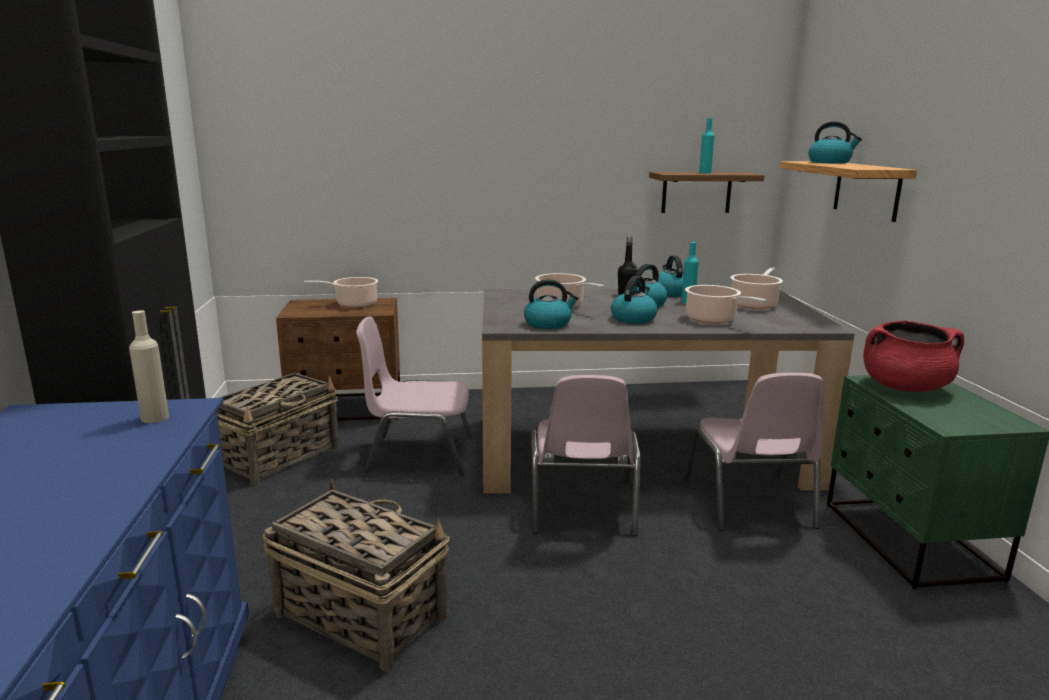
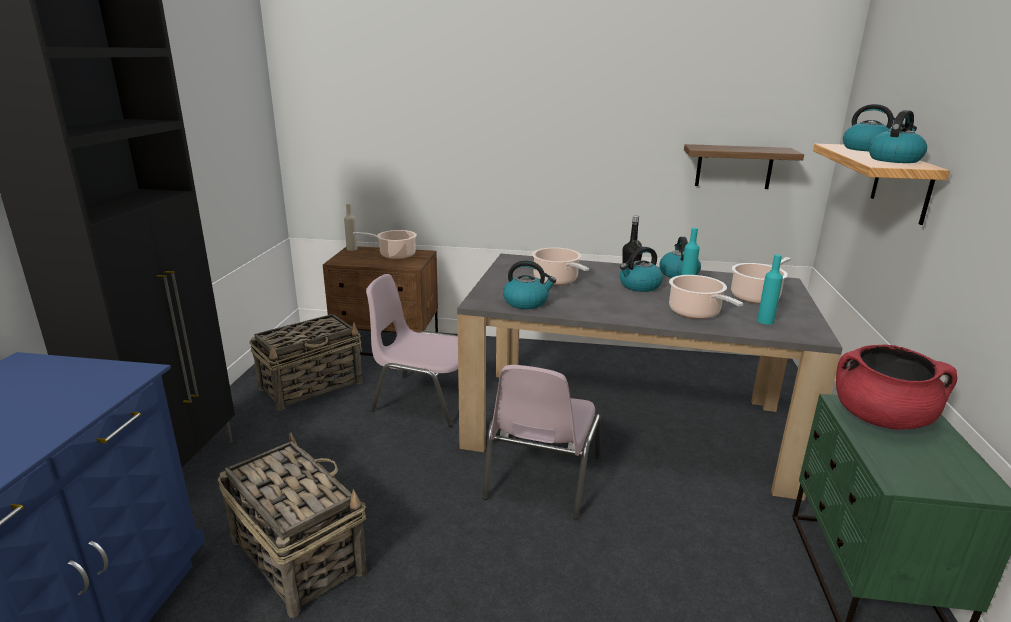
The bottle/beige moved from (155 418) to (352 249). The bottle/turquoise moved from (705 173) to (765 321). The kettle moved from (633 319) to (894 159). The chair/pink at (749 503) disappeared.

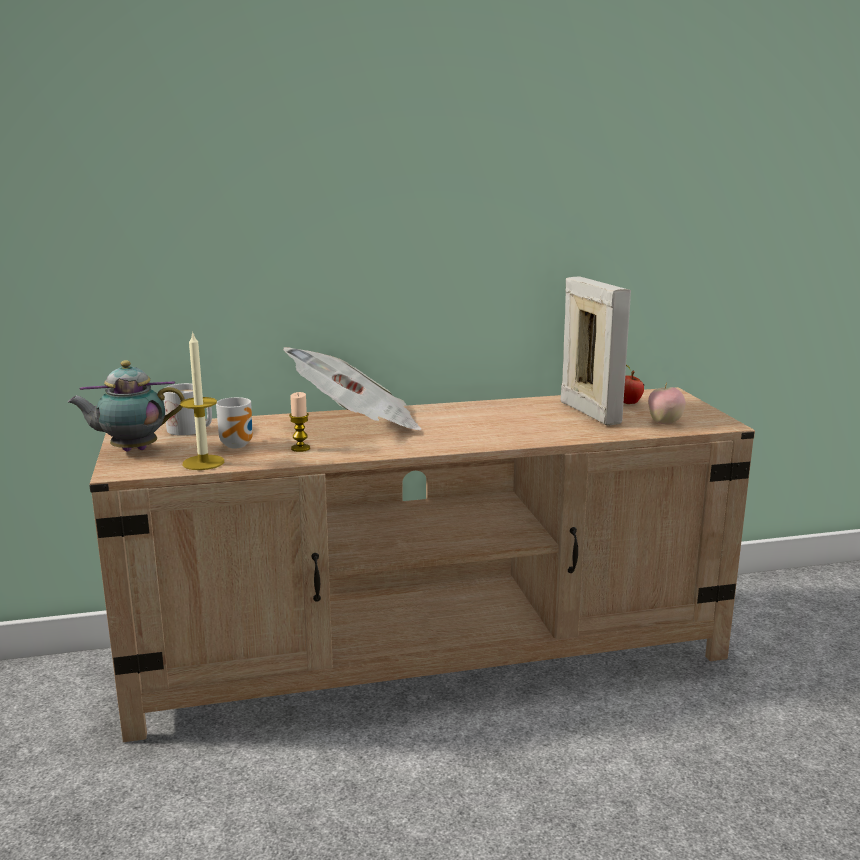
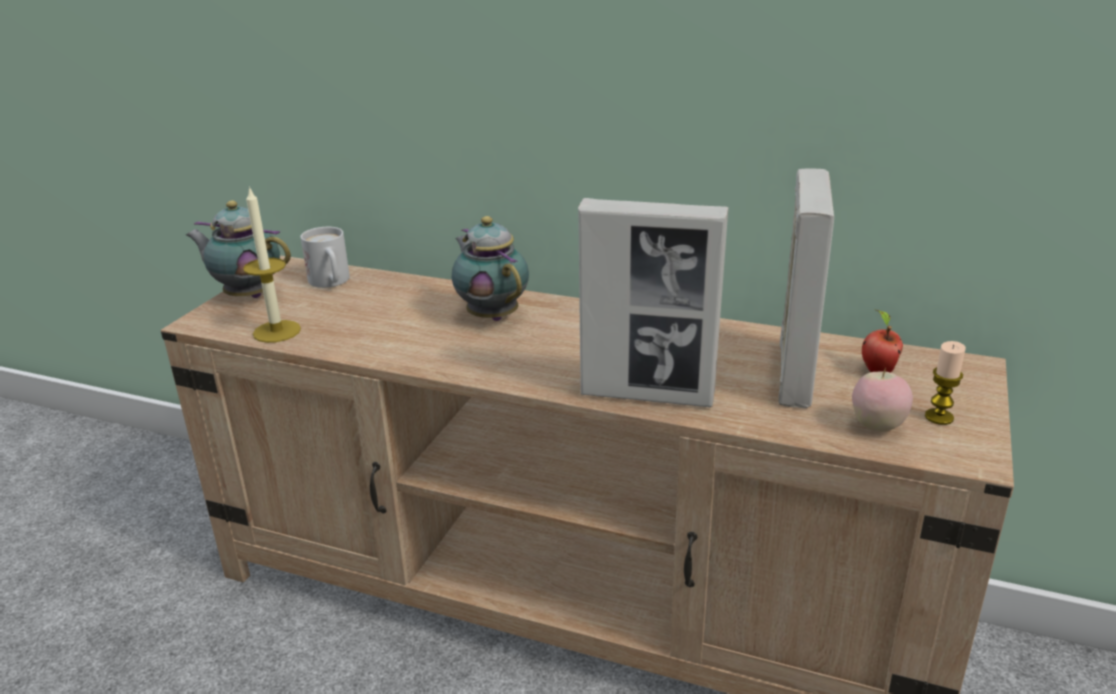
The newspaper at (357 424) was replaced by the teapot at (491 315). The picture frame at (648 395) appeared. The candle moved from (300 448) to (939 417). The mug at (239 444) disappeared.

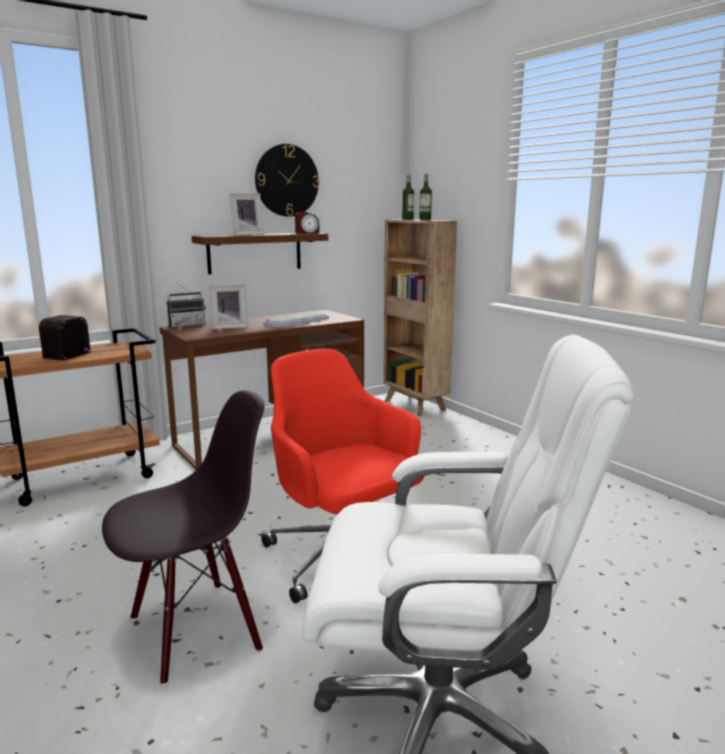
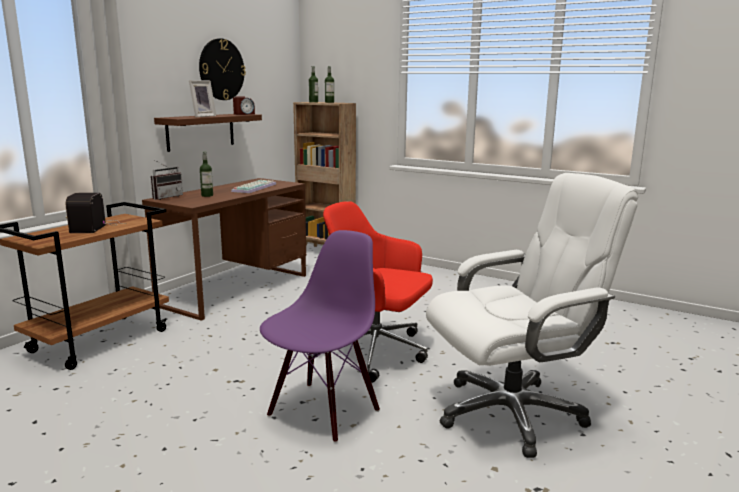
The picture frame at (229 327) was replaced by the bottle at (207 195). The chair/black at (195 631) became the chair/purple at (323 411).

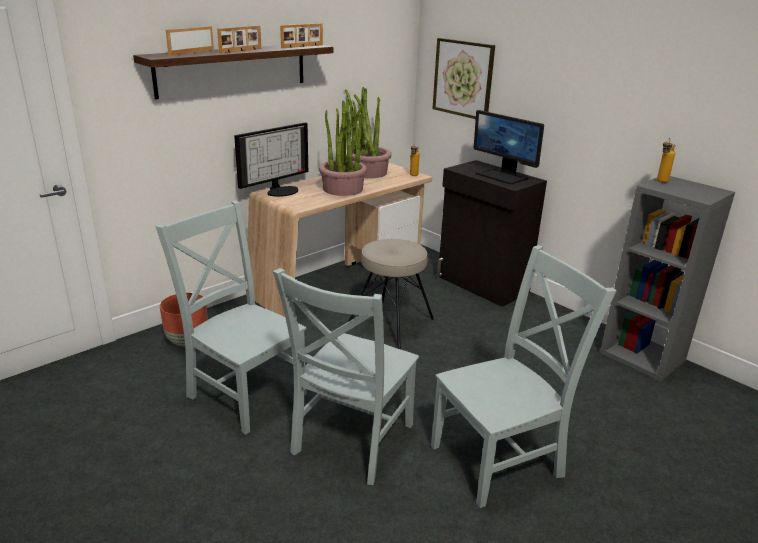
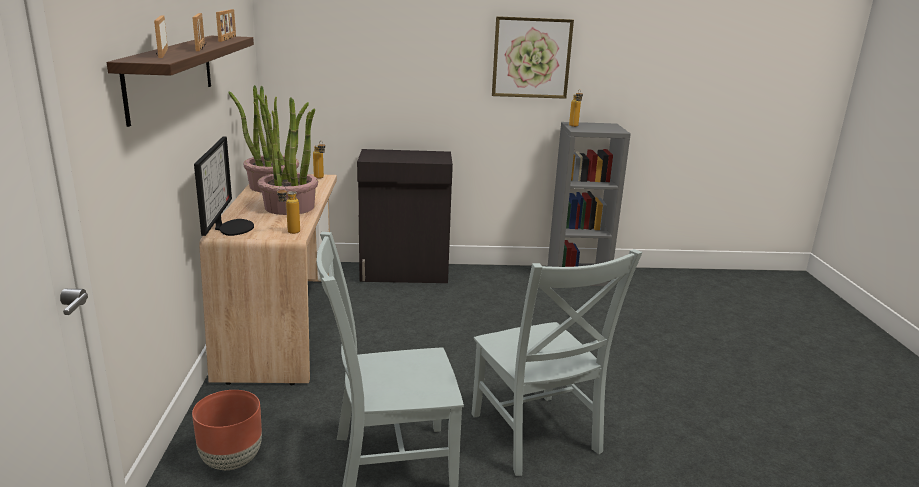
The bottle at (289 233) appeared. The picture moved from (463 78) to (531 58). The stool/beige at (391 324) disappeared. The chair/grey at (501 459) disappeared. The monitor at (502 176) disappeared.

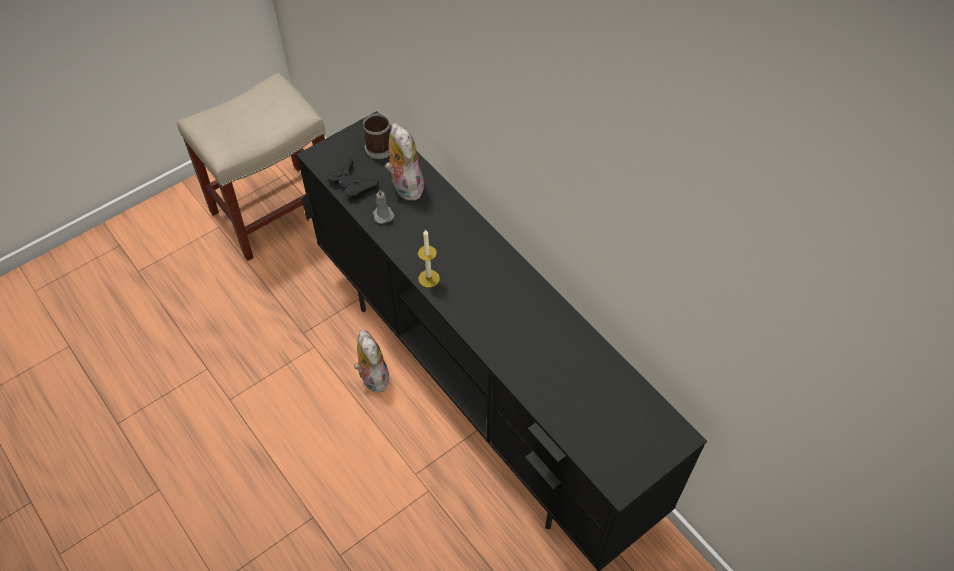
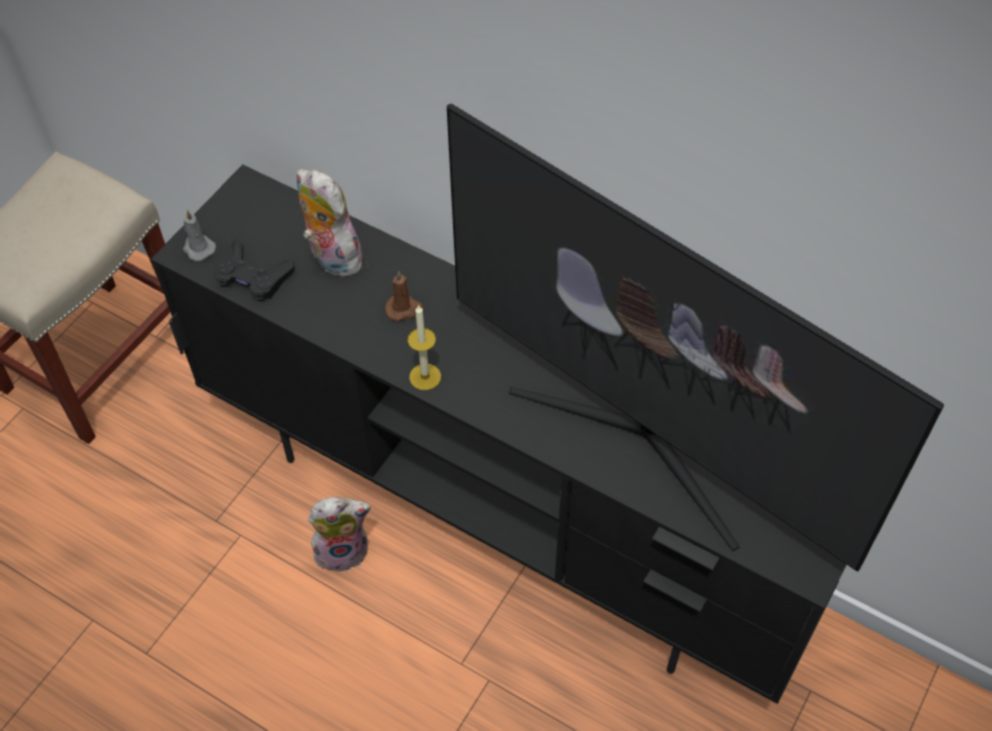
The candle/grey moved from (382 214) to (198 248). The plush toy at (372 377) turned 120 degrees clockwise. The candle/brown at (404 309) appeared. The television at (644 436) appeared. The mug at (383 148) disappeared.

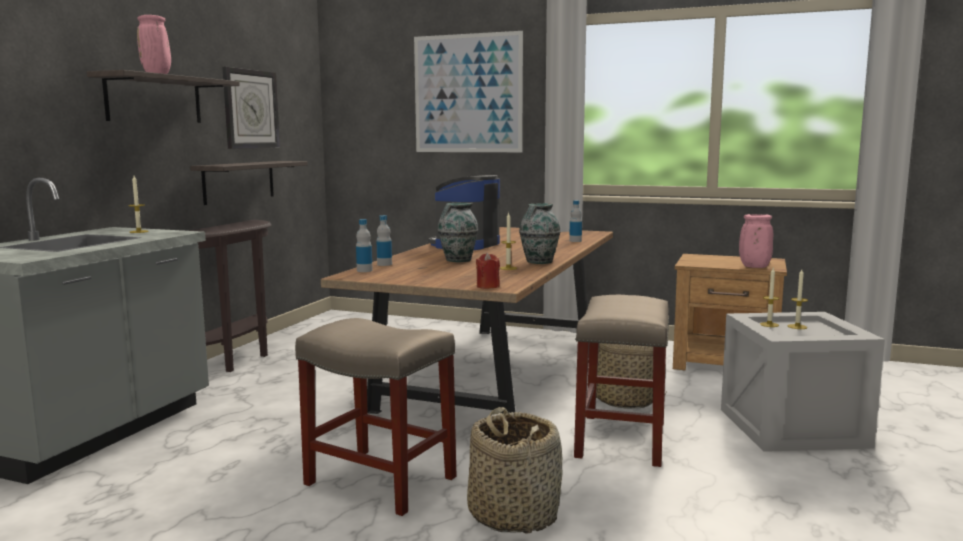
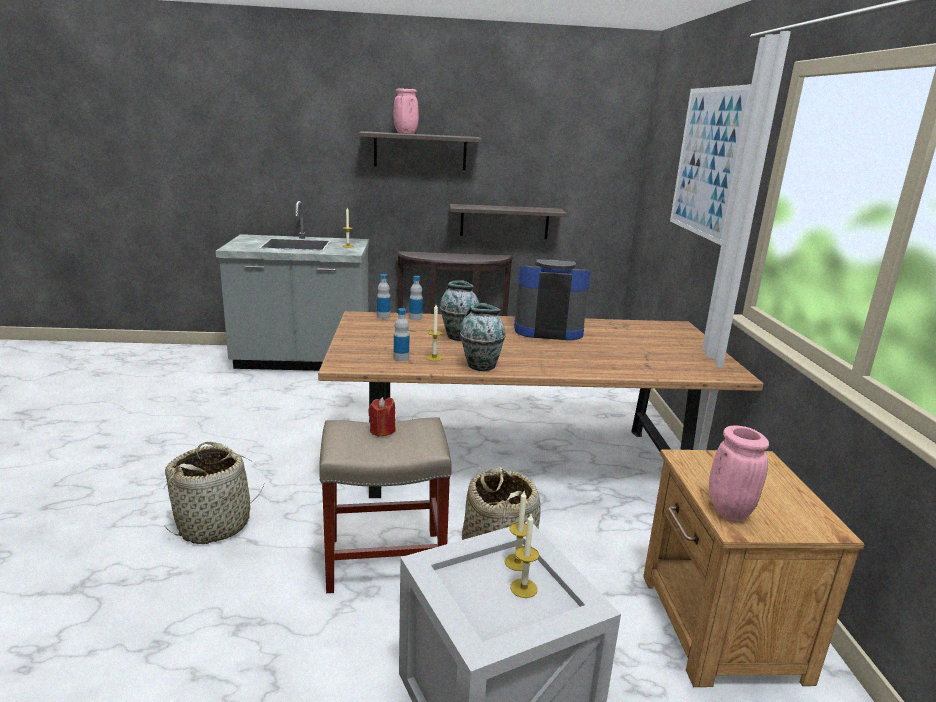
The candle/red moved from (488 286) to (382 431). The bottle moved from (575 241) to (401 358). The wall clock at (250 109) disappeared. The stool/beige at (378 480) disappeared.

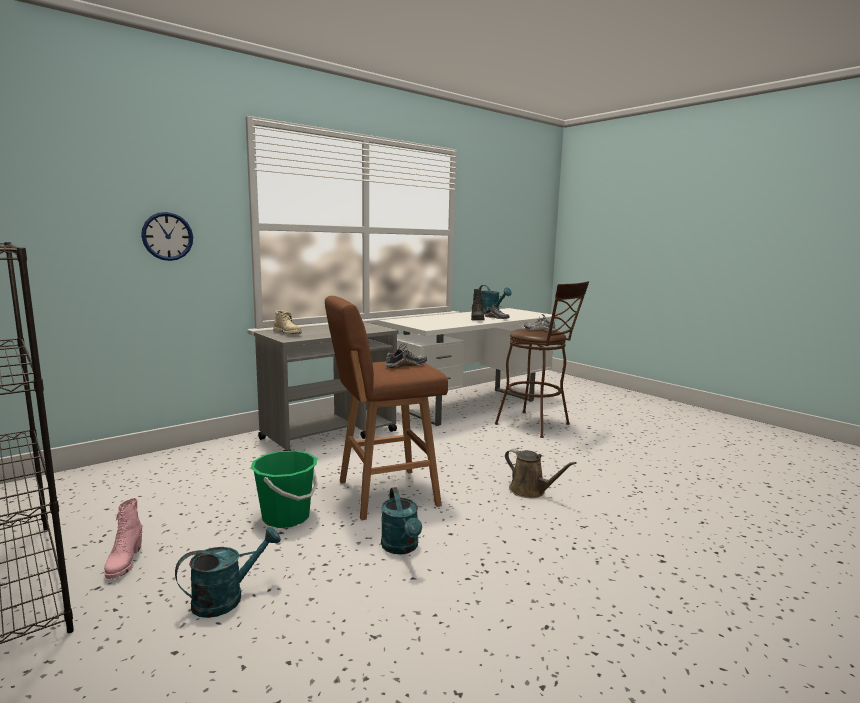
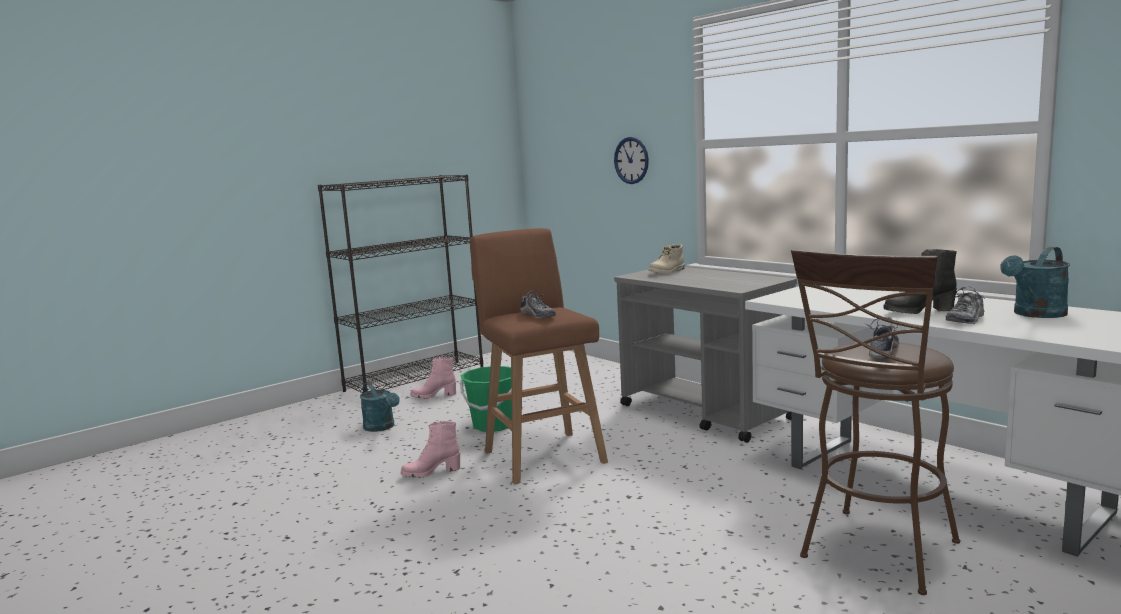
The watering can/turquoise at (402 548) was replaced by the boot/pink at (431 472). The watering can/brown at (530 491) disappeared.

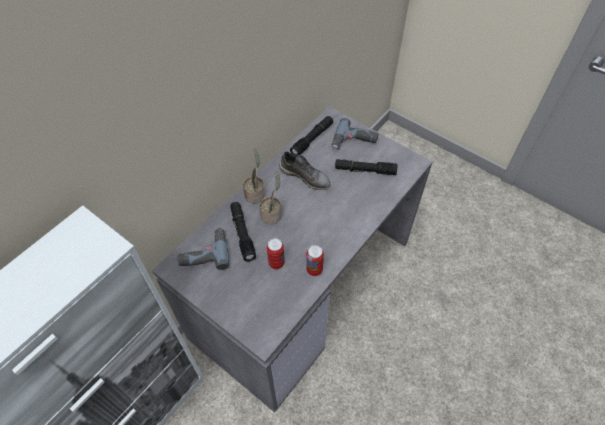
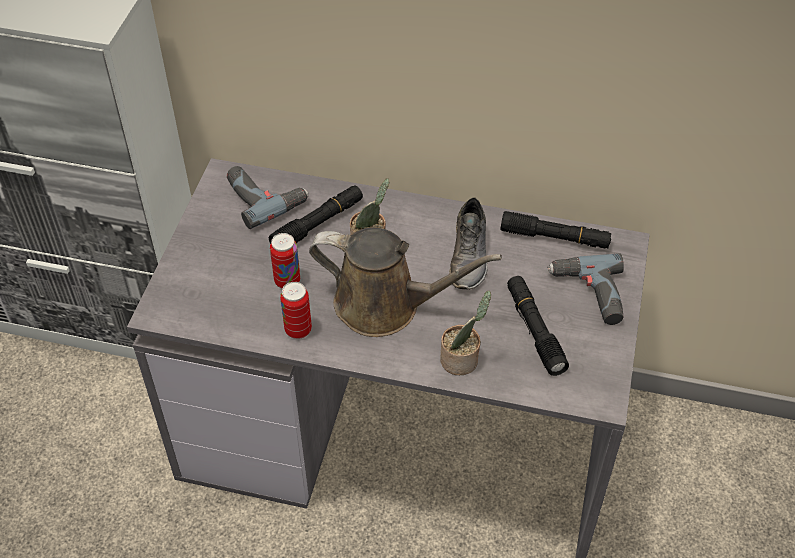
The watering can/brown at (386 305) appeared. The potted plant moved from (255 194) to (462 360).

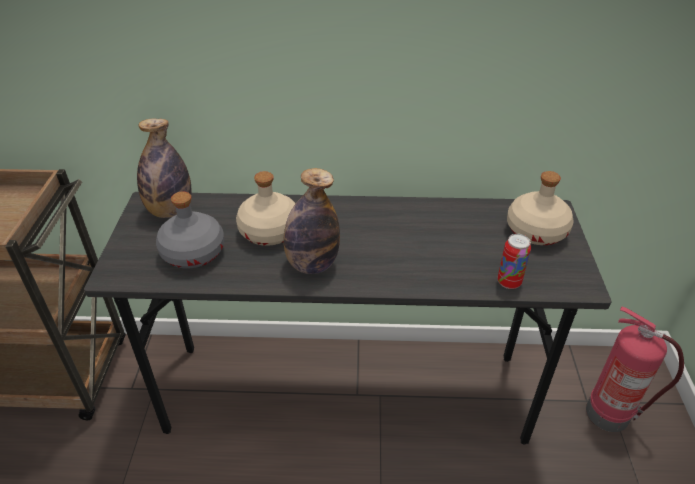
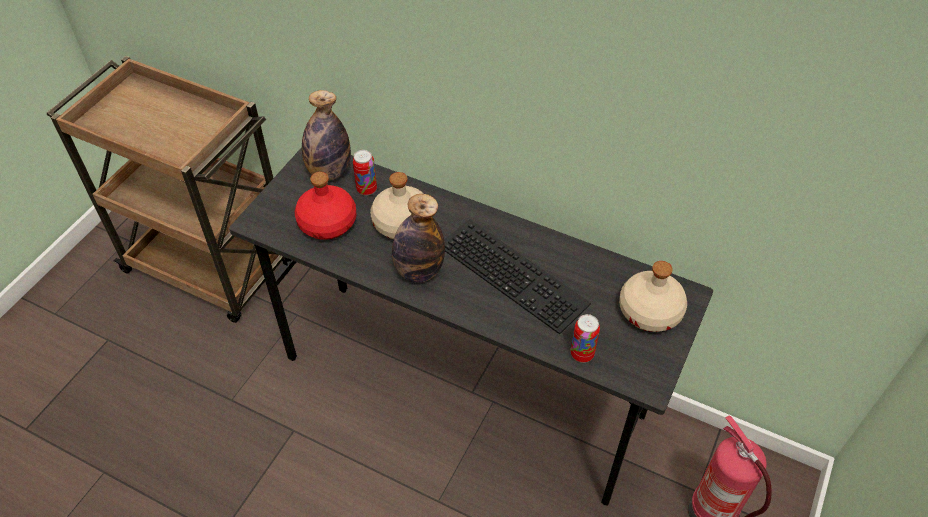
The bottle/grey at (194 253) became the bottle/red at (328 223). The can at (367 189) appeared. The keyboard at (515 273) appeared.

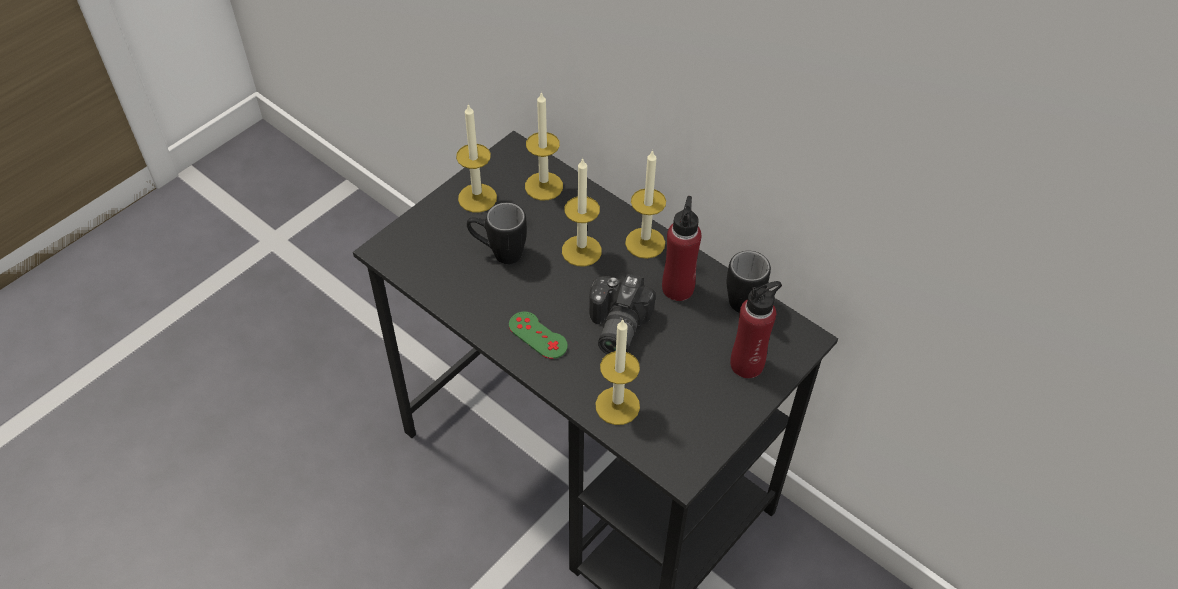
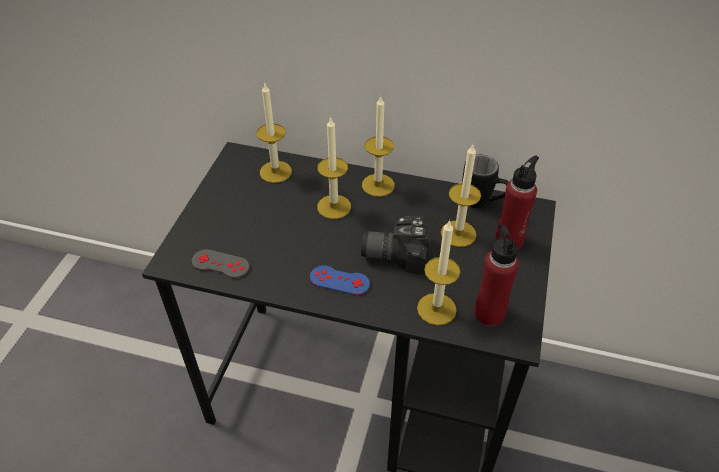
The game controller/grey at (220 264) appeared. The game controller/green at (538 335) became the game controller/blue at (339 280). The photo camera at (614 327) turned 105 degrees clockwise. The candle moved from (477 198) to (458 233). The bottle/red moved from (678 288) to (489 313). The mug/black at (498 253) disappeared.

